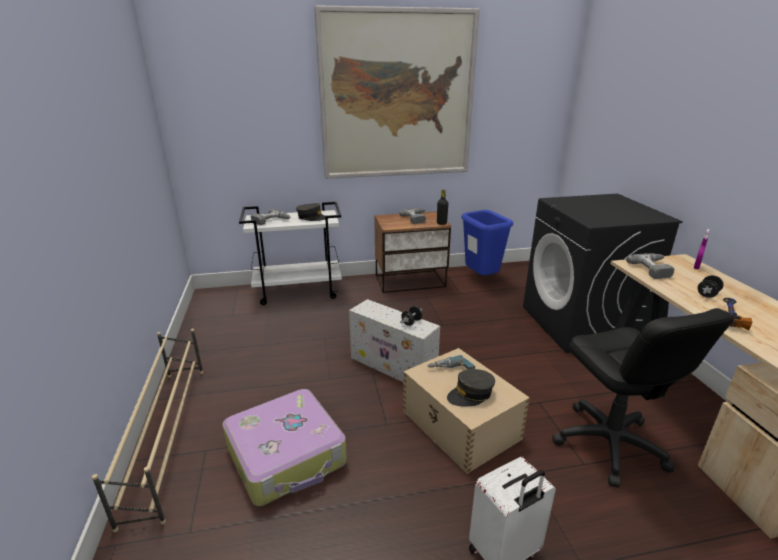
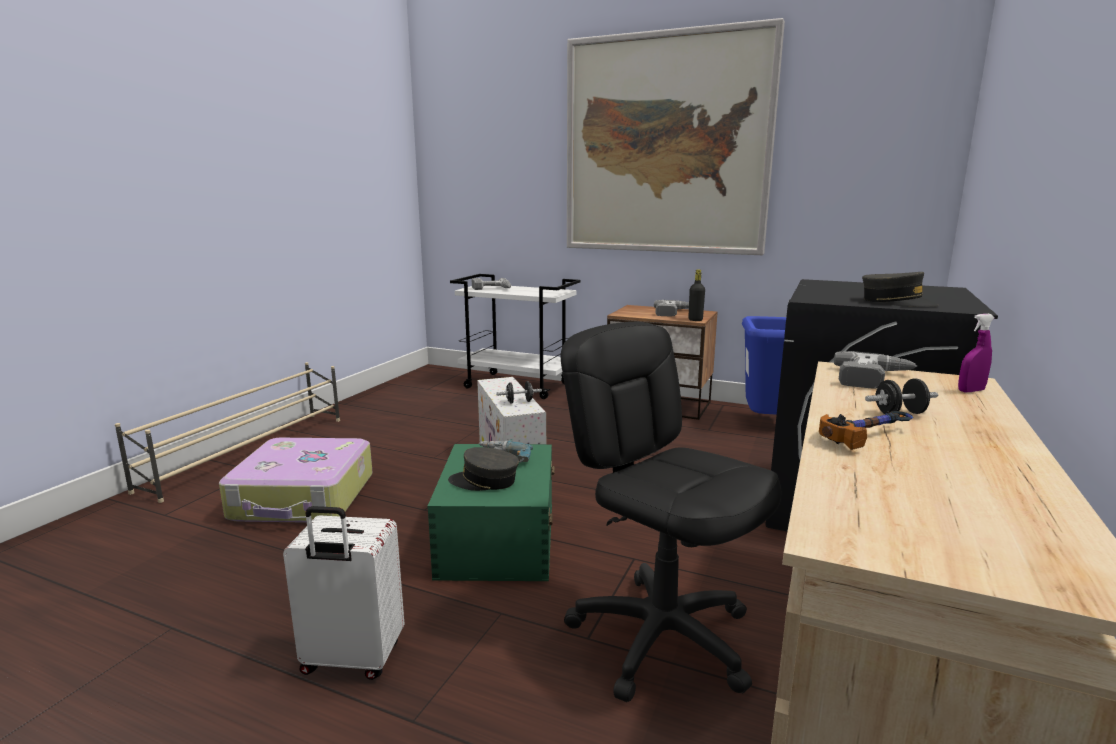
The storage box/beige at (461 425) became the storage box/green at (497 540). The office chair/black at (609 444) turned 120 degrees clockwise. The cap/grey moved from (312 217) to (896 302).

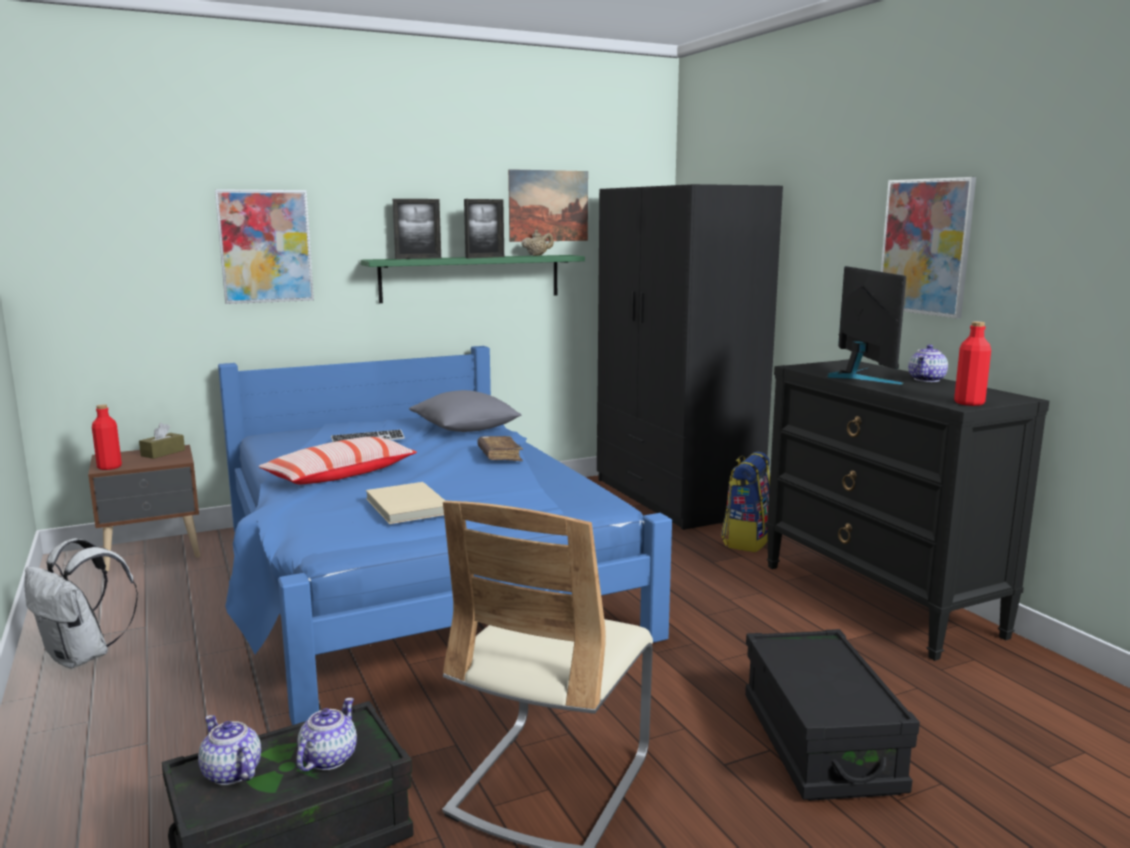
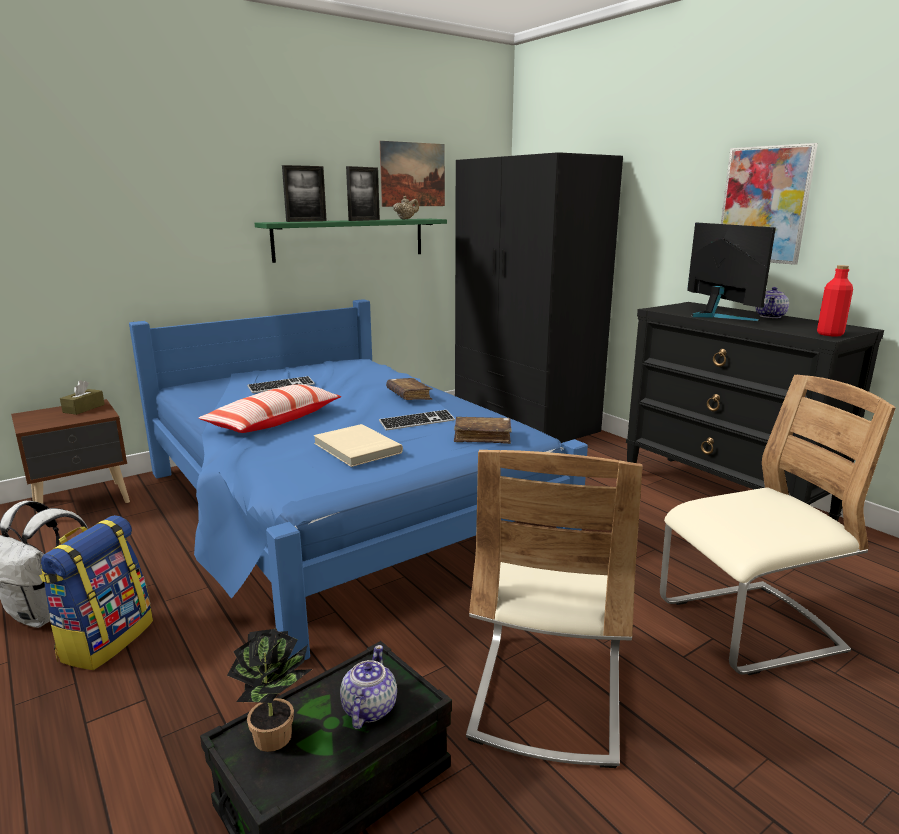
The backpack moved from (746 540) to (106 640). The teapot at (231 773) was replaced by the potted plant at (278 738). The keyboard at (417 422) appeared. The book/brown at (482 437) appeared. The storage box/black at (819 743) was replaced by the chair/beige at (748 628). The bottle/red at (109 467) disappeared. The picture at (265 246) disappeared. The pillow/grey at (465 430) disappeared.

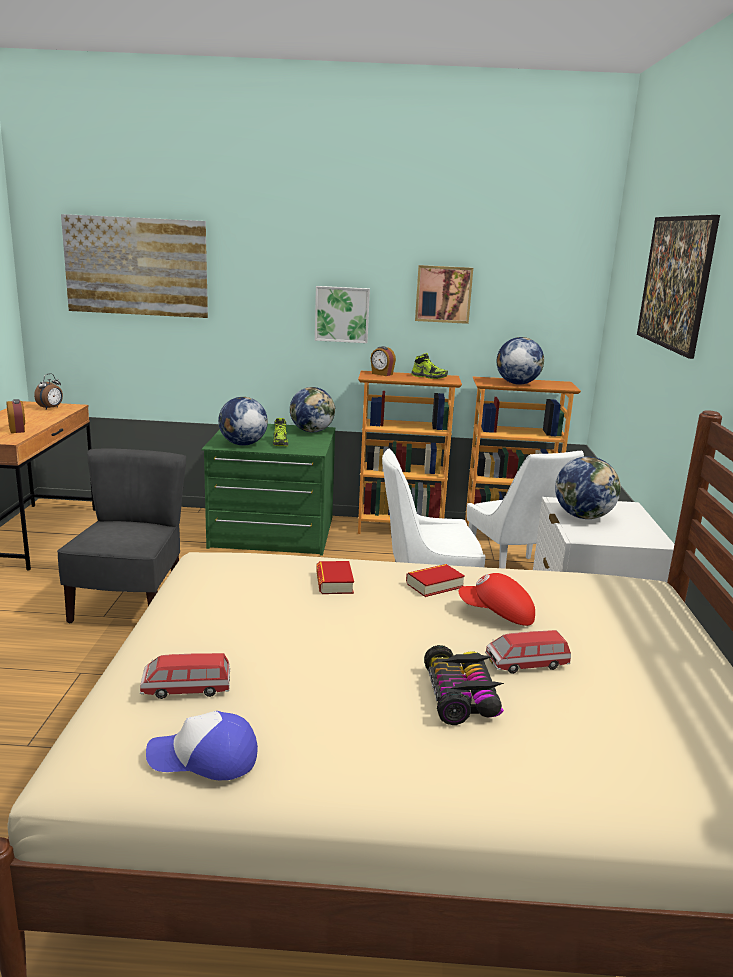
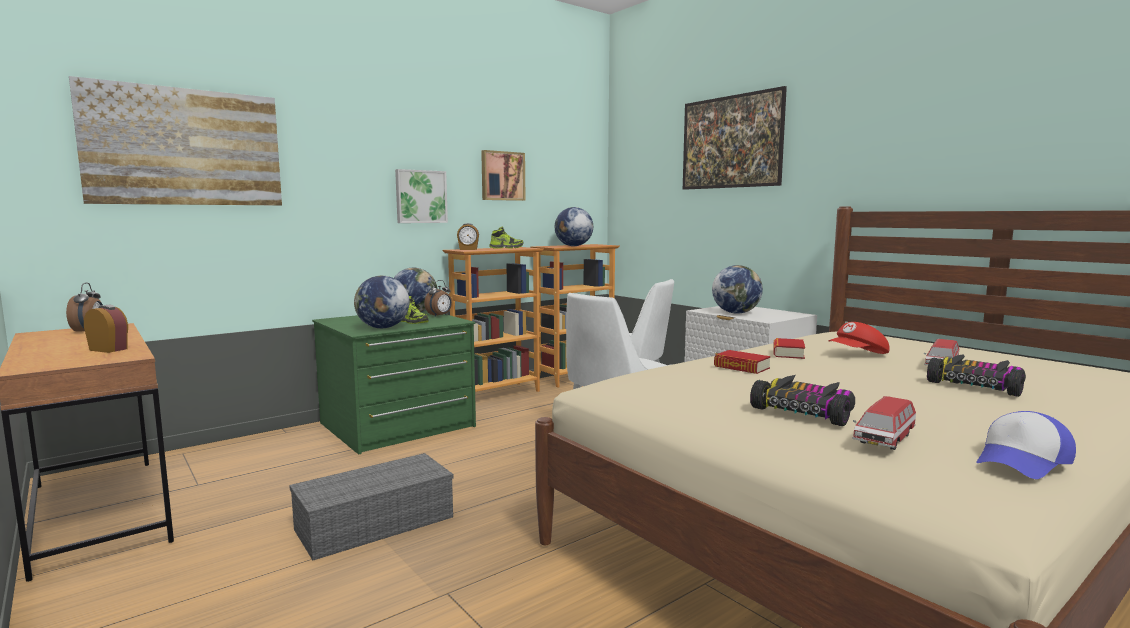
The chair/grey at (129 606) was replaced by the storage box/grey at (376 522). The alarm clock at (439 316) appeared. The toy car at (804 412) appeared.

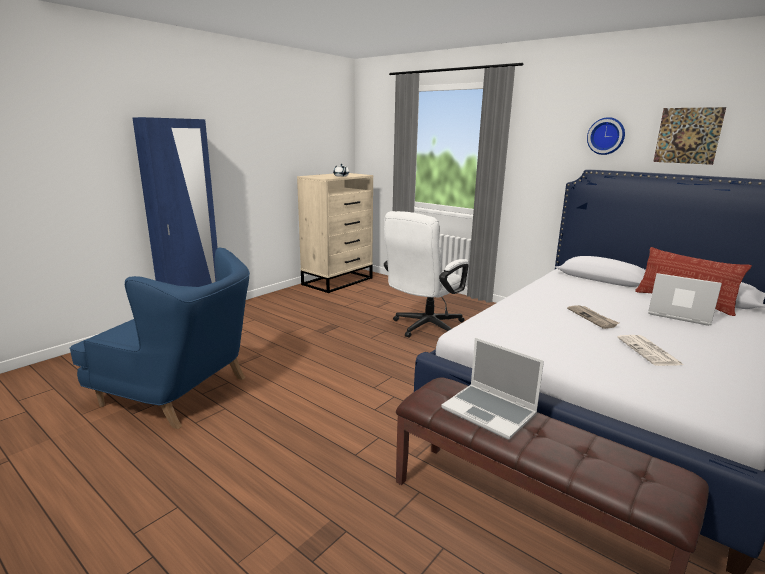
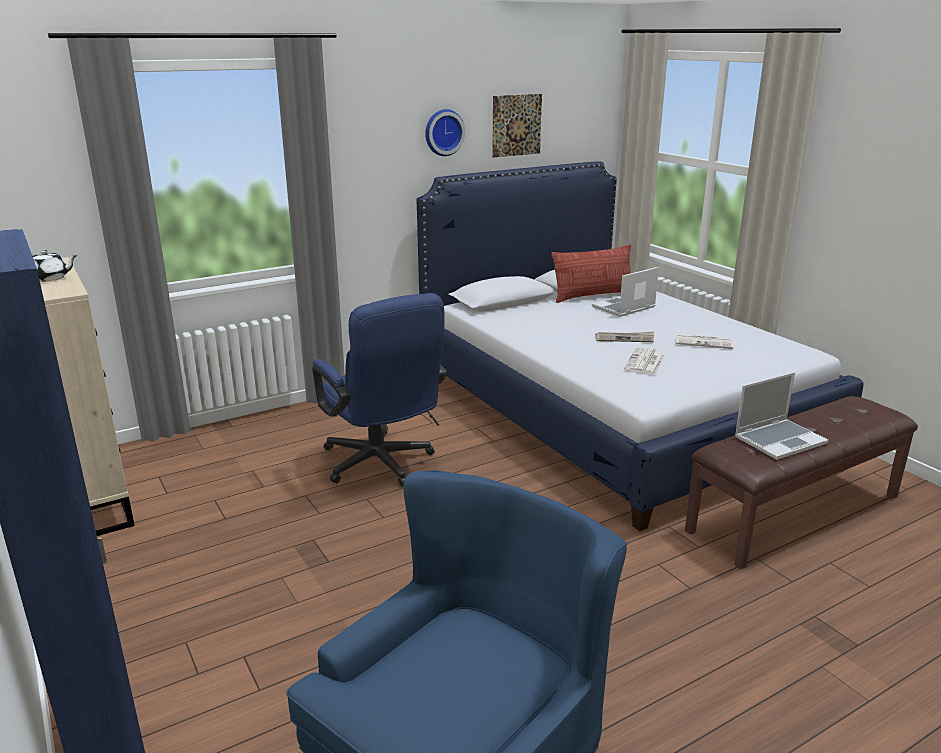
The office chair/white at (423 327) became the office chair/blue at (382 465). The newspaper at (645 362) appeared.

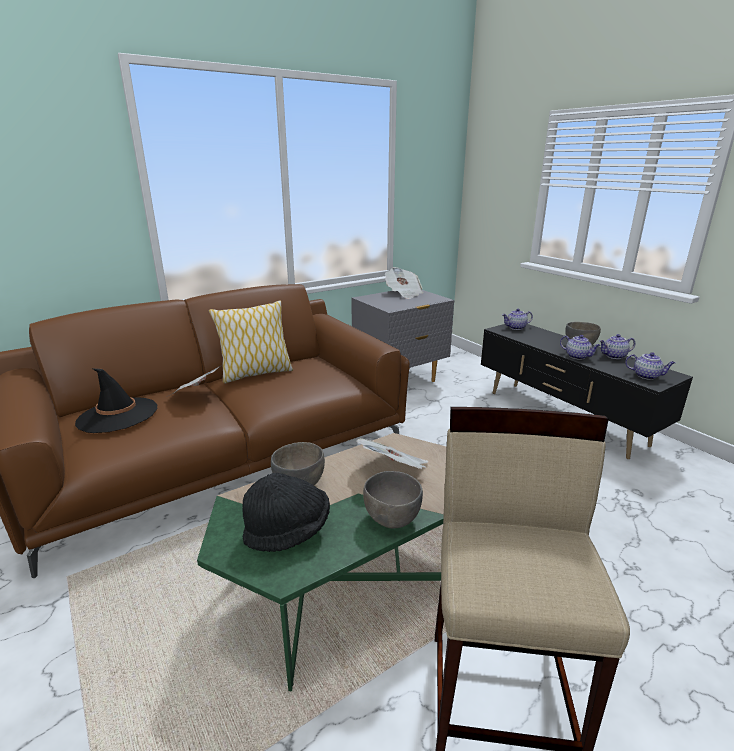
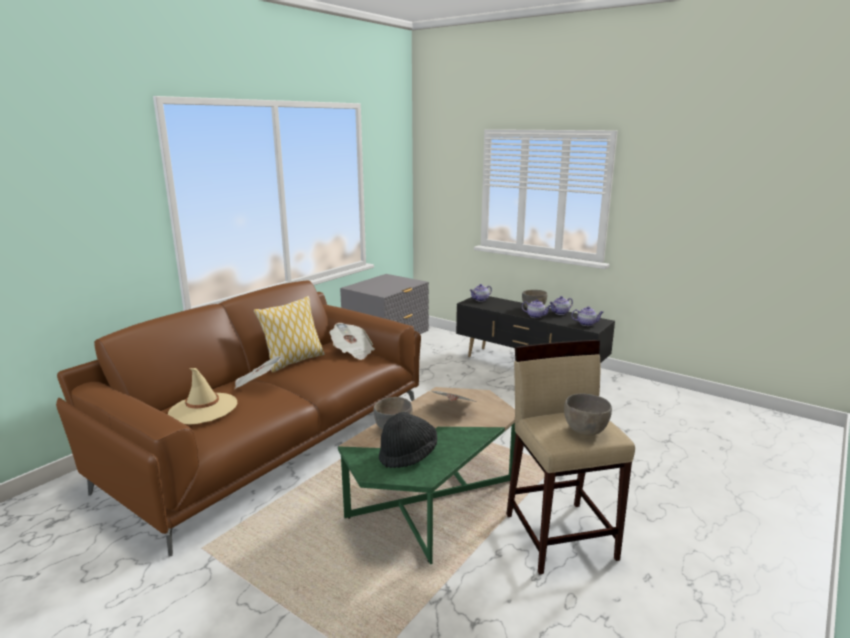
The hat/black at (117 415) became the hat/beige at (203 409). The newspaper moved from (403 293) to (352 352). The bowl/grey moved from (391 519) to (584 430).

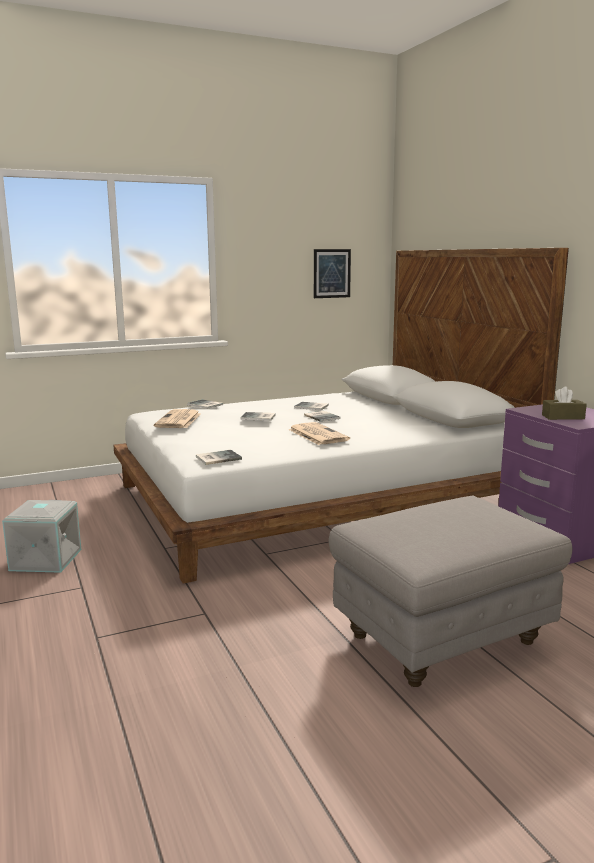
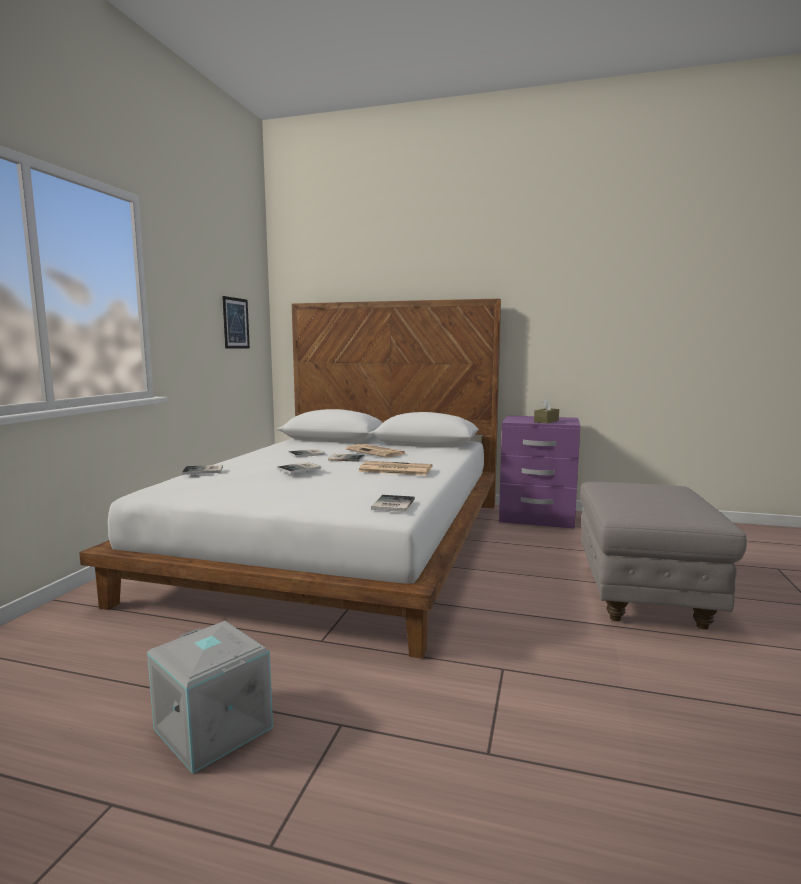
The newspaper moved from (178 420) to (376 452).

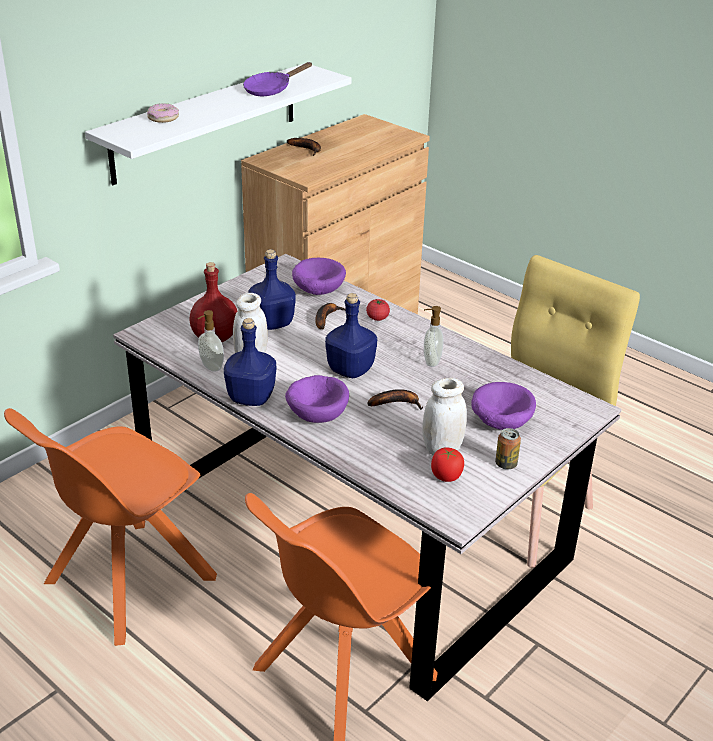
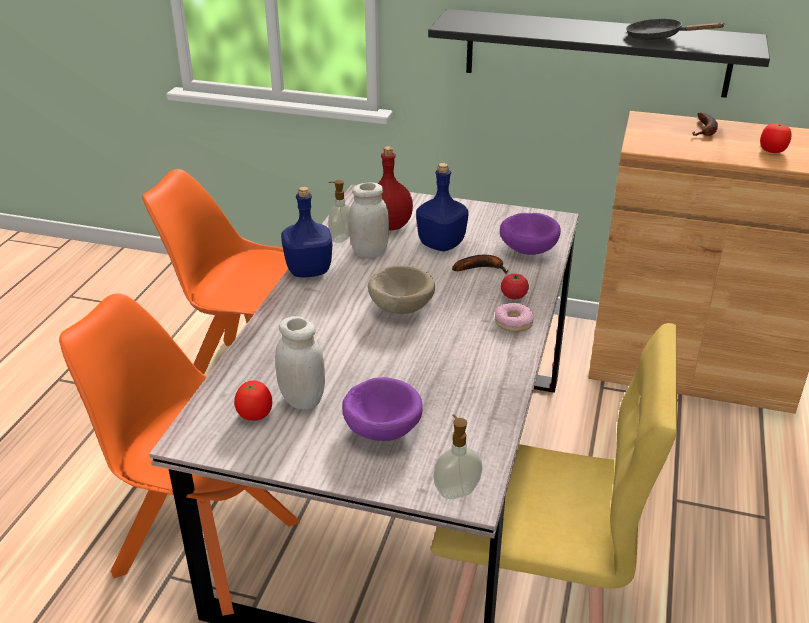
The bottle/blue at (349 369) was replaced by the bowl/beige at (400 306). The shelf/white at (206 122) became the shelf/black at (596 53). The soap dispenser moved from (431 361) to (456 491). The donut moved from (163 118) to (513 323). The frying pan/purple at (271 90) became the frying pan/black at (659 38). The tomato at (772 151) appeared. The bowl/purple at (318 414) disappeared. The banana at (397 403) disappeared. The can at (506 464) disappeared.

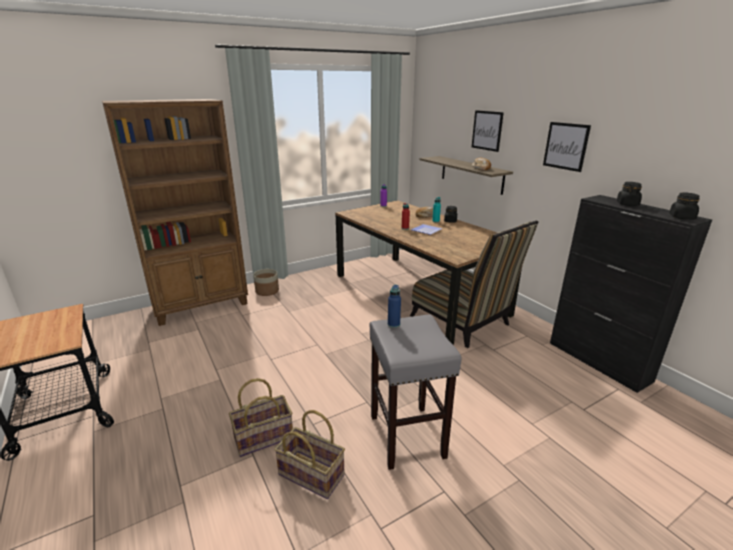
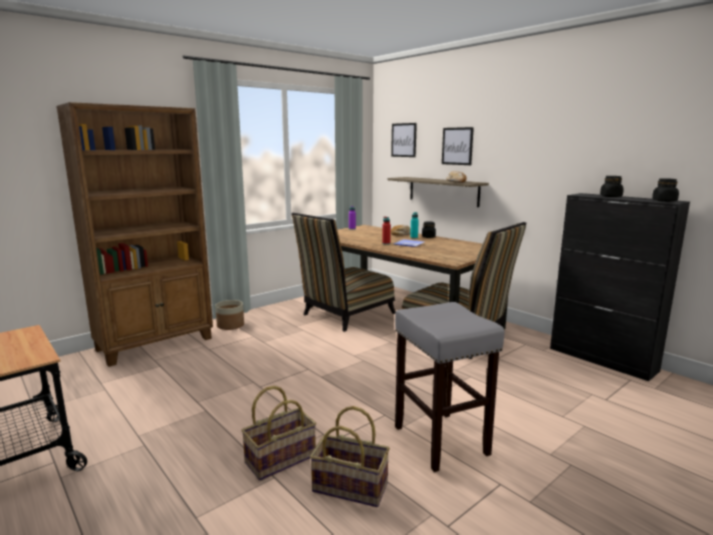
The chair at (344 315) appeared. The picture moved from (566 146) to (403 140). The bottle/blue at (393 324) disappeared.

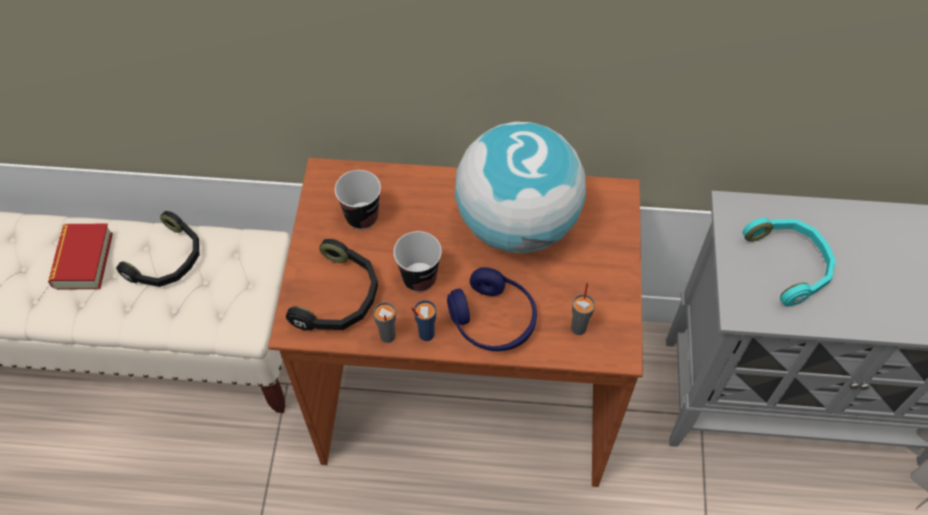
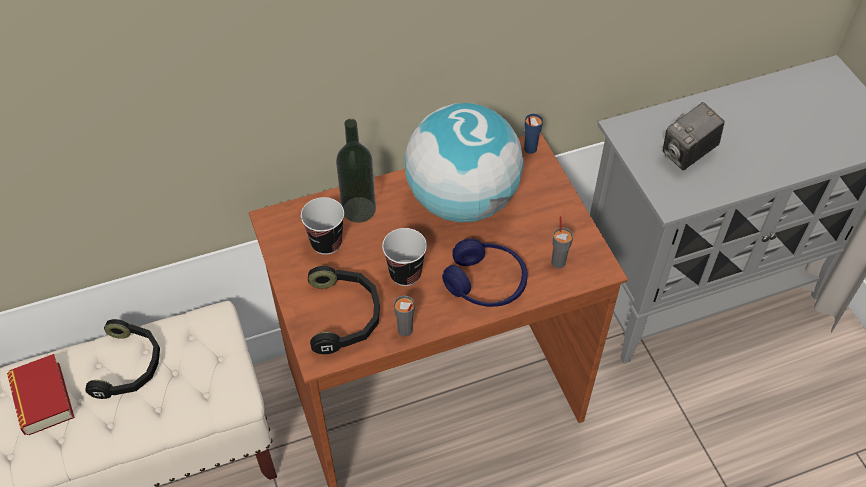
The bottle at (359 209) appeared. The cup/blue moved from (426 334) to (530 149). The headphones/turquoise at (790 264) was replaced by the photo camera at (687 154).

